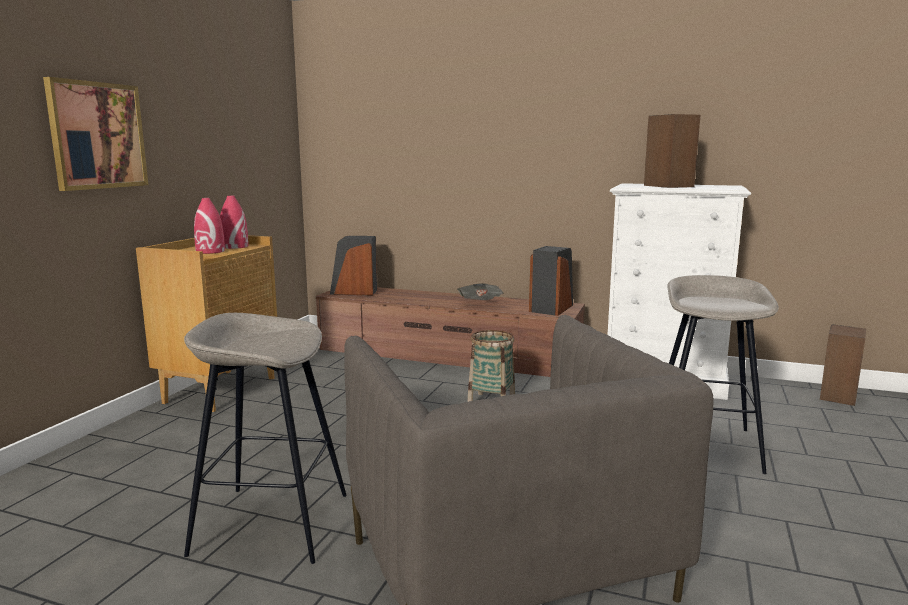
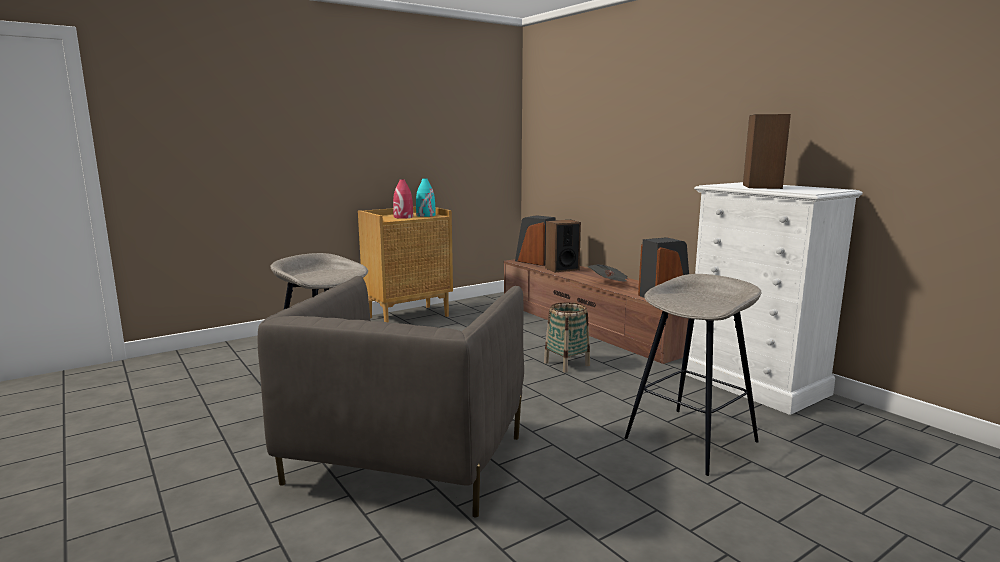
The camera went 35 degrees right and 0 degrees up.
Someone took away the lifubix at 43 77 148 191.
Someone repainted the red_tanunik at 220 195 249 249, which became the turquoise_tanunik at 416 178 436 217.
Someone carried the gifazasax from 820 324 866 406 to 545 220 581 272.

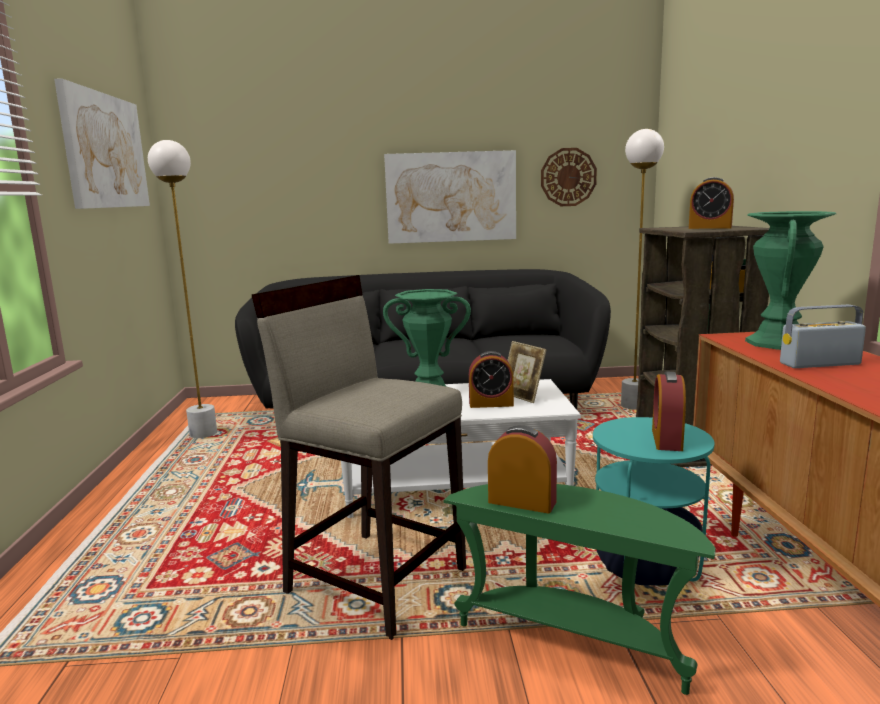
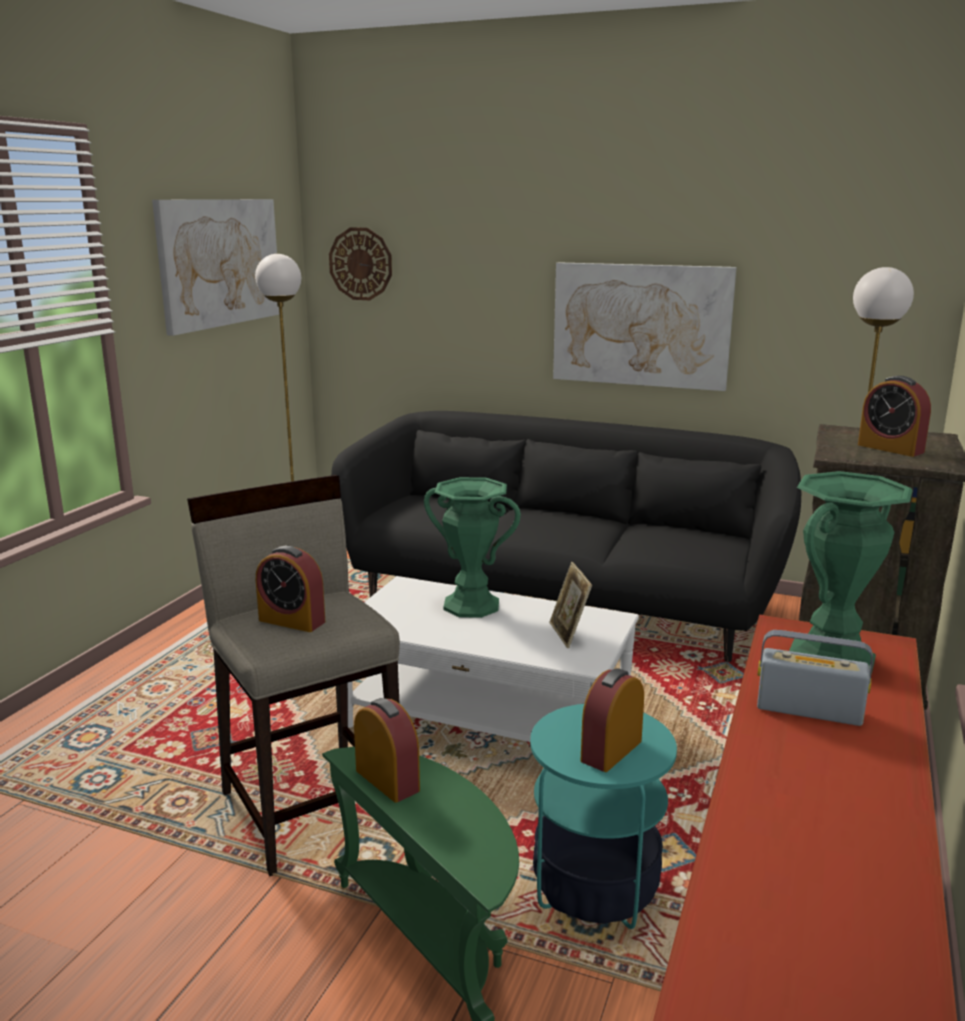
The camera went 25 degrees right and 5 degrees up.
Someone carried the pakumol from 469 351 514 408 to 256 545 325 632.
Someone carried the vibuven from 541 148 597 206 to 329 228 392 300.

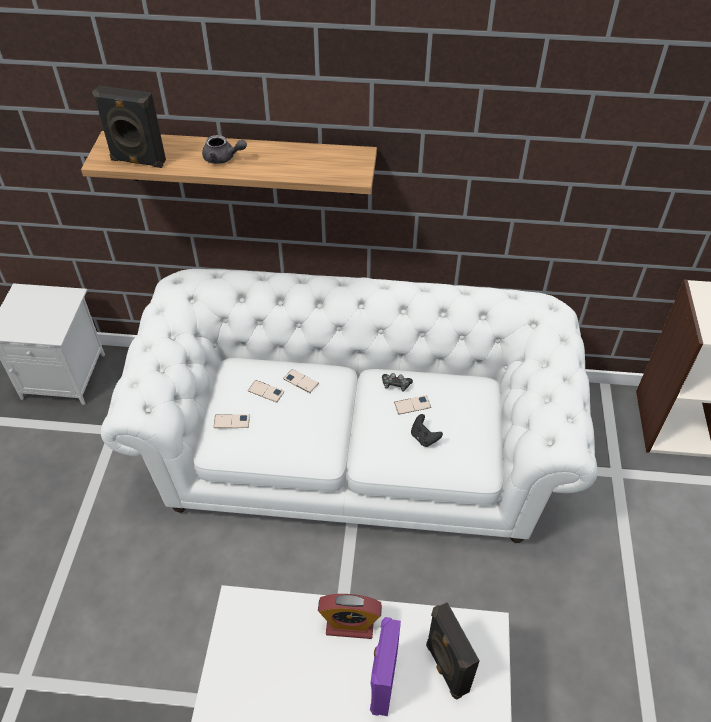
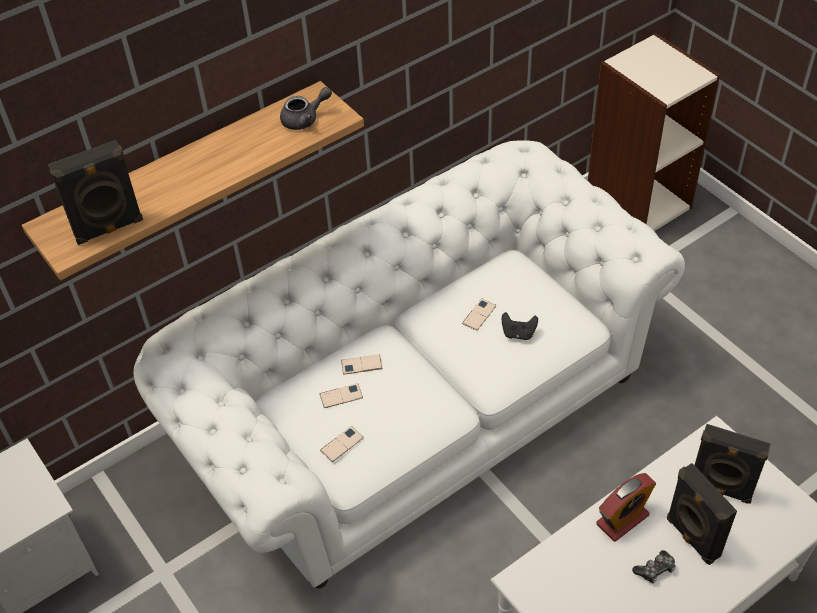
The camera went 40 degrees left and 0 degrees up.
Someone carried the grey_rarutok from 202 135 247 164 to 280 87 332 130.
Someone repainted the purple_gifazasax at 370 617 401 716, which became the black_gifazasax at 667 463 737 565.
Someone carried the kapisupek from 382 373 413 391 to 632 550 676 583.

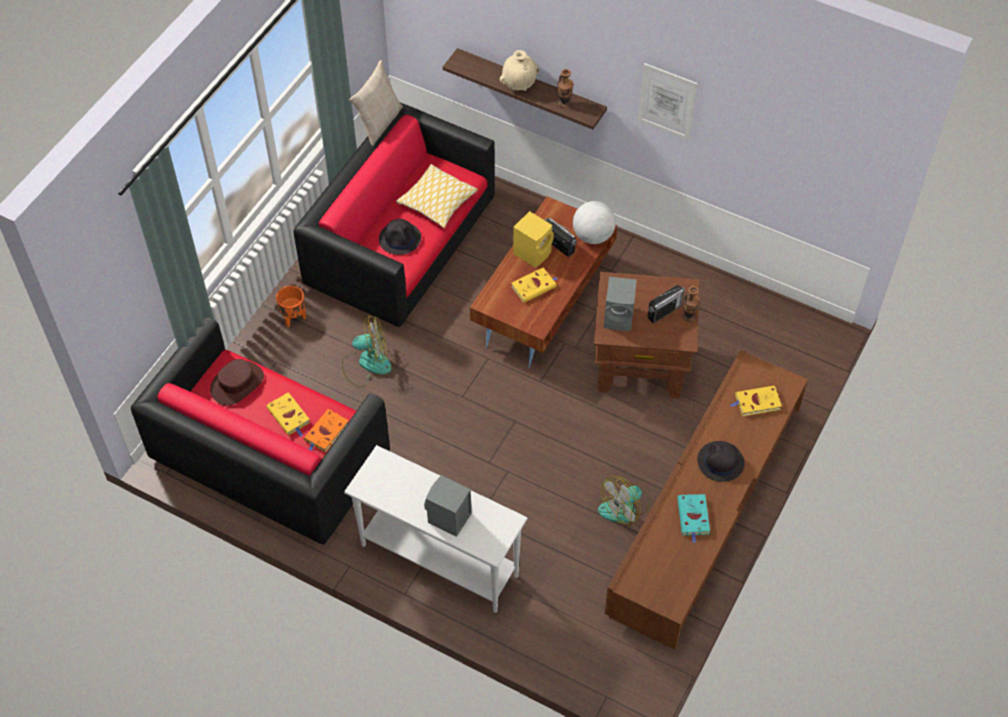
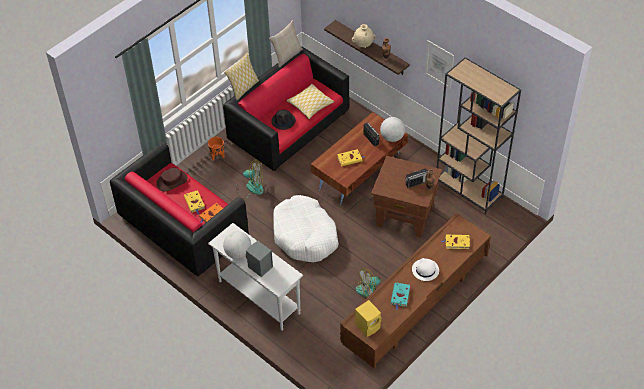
The camera went 15 degrees right and 5 degrees down.
Someone carried the yellow_gifazasax from 513 211 554 268 to 355 300 382 337.
Someone took away the grey_gifazasax at 604 277 637 331.
Someone repainted the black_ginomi at 697 441 745 482, which became the white_ginomi at 412 258 439 281.
Someone put down the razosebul at 223 231 251 259.
Someone put down the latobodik at 224 52 259 100.
Someone put down the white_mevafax at 273 195 339 262.
Someone put down the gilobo at 437 57 521 215.

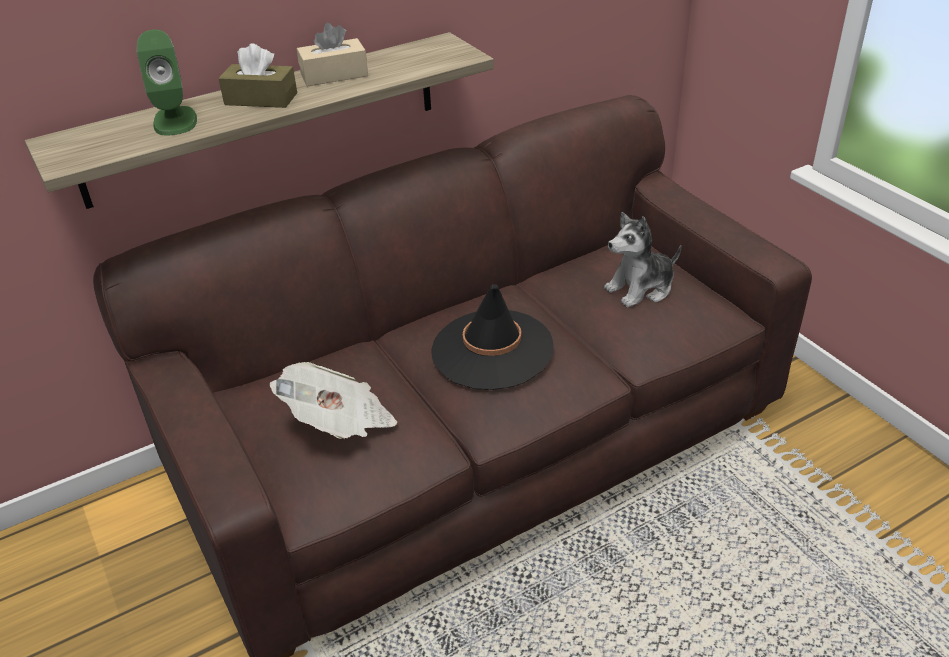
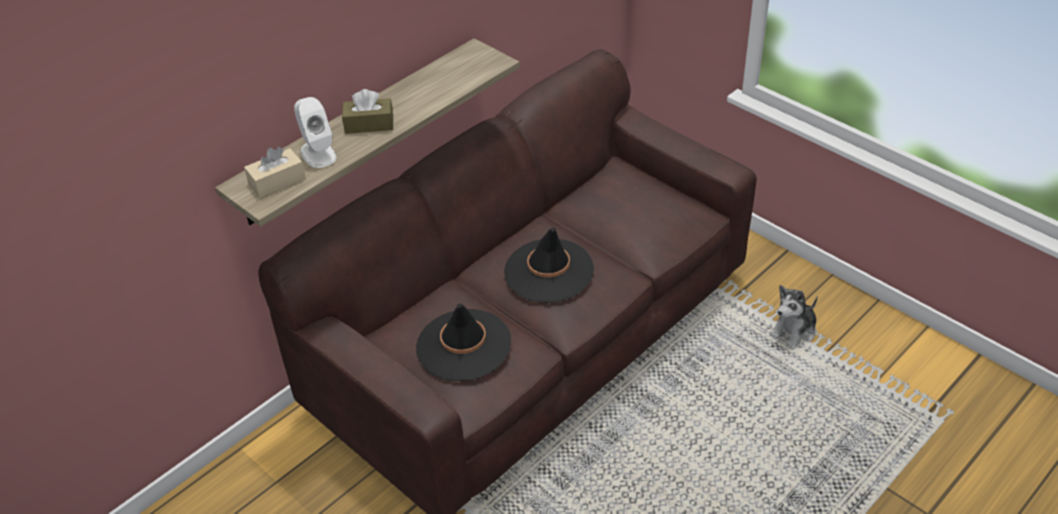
The camera went 15 degrees left and 5 degrees up.
Someone repainted the green_gifazasax at 137 30 197 136, which became the white_gifazasax at 294 97 336 168.
Someone swapped the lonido at 270 362 397 439 for the black_ginomi at 416 303 511 381.
Someone carried the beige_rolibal from 297 23 368 86 to 244 147 305 198.
Someone carried the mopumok from 604 212 681 308 to 769 285 818 350.

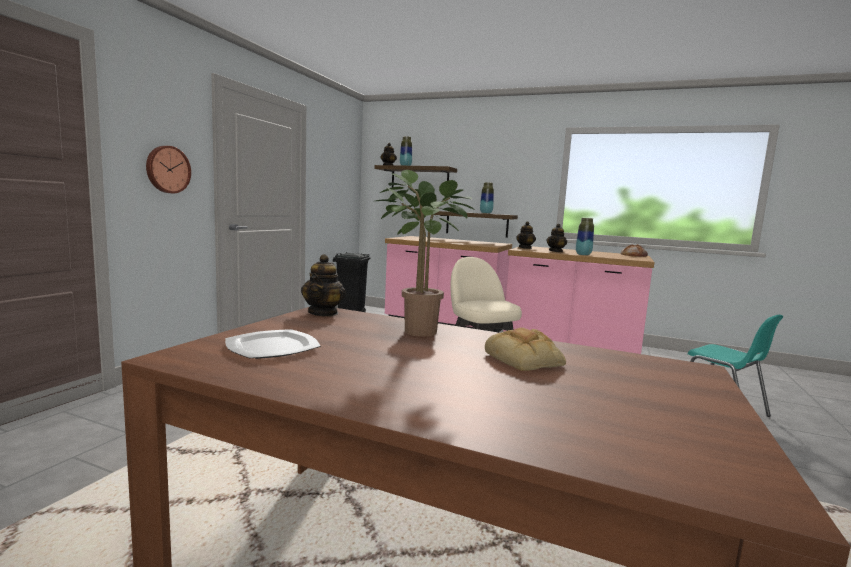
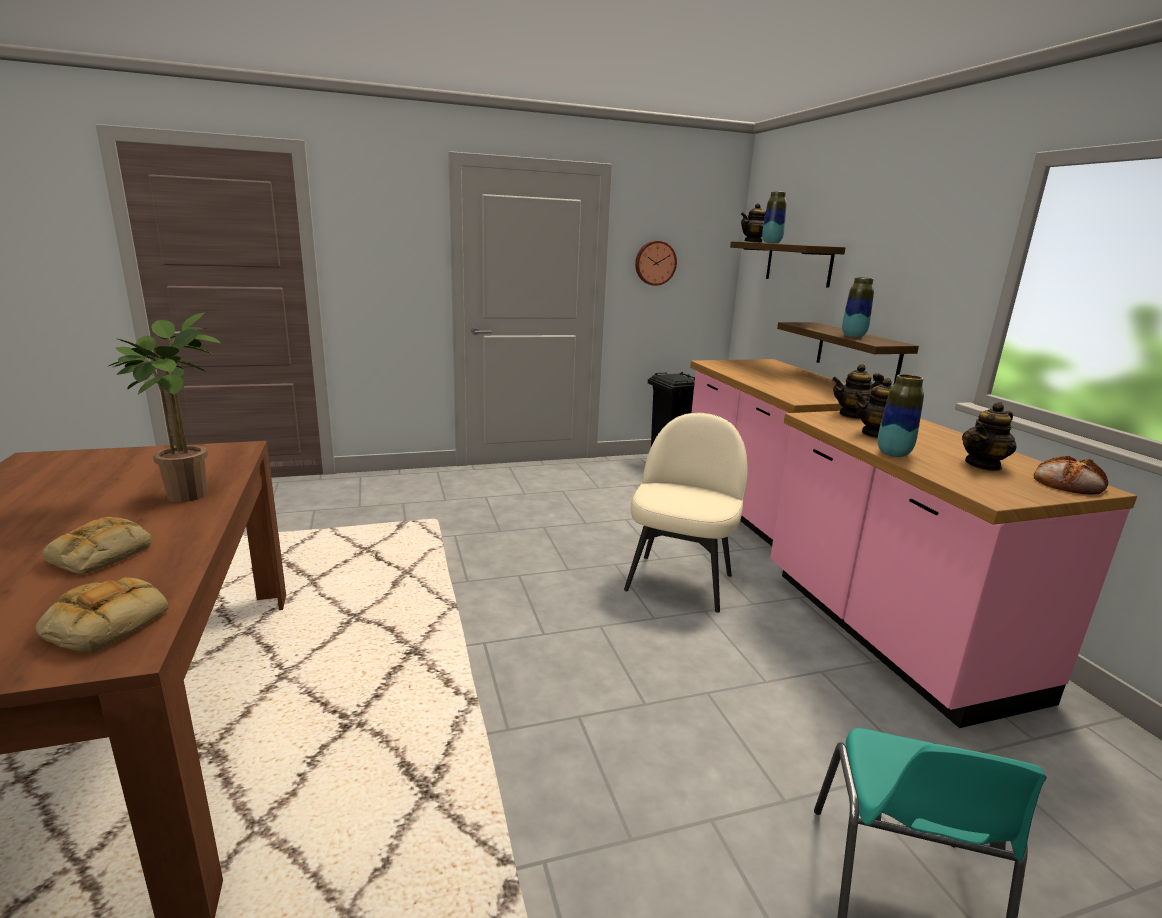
The camera went 50 degrees right and 10 degrees up.
Someone carried the vibuven from 146 146 191 193 to 635 241 677 286.
Someone took away the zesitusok at 225 329 320 359.
Someone carried the rarutok from 301 254 346 316 to 962 402 1017 471.
Someone put down the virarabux at 36 577 169 653.

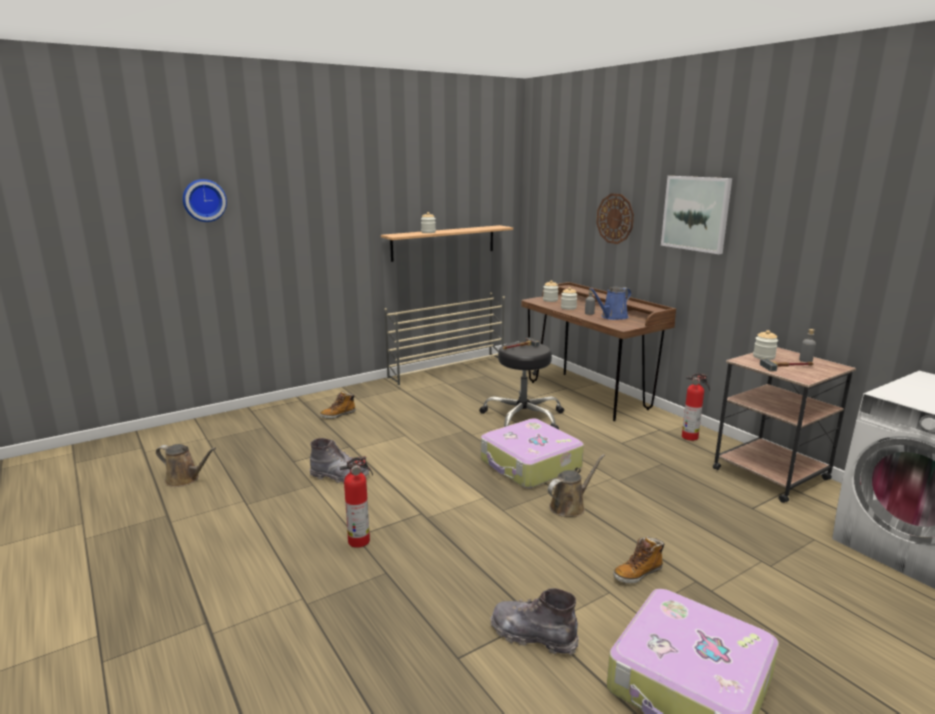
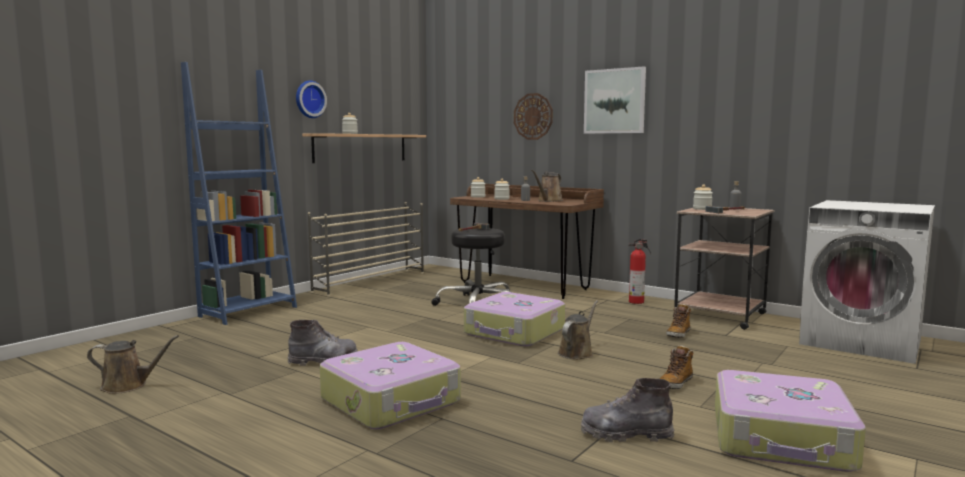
The camera went 20 degrees left and 10 degrees down.
Someone carried the vibuven from 183 179 227 222 to 296 81 327 118.
Someone carried the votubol from 320 391 356 419 to 666 303 691 338.
Someone swapped the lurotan at 340 456 373 548 for the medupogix at 320 342 461 429.
Someone repainted the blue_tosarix at 589 287 631 320, which became the brown_tosarix at 531 170 563 202.
Someone put down the blue_gilobo at 181 62 297 325.

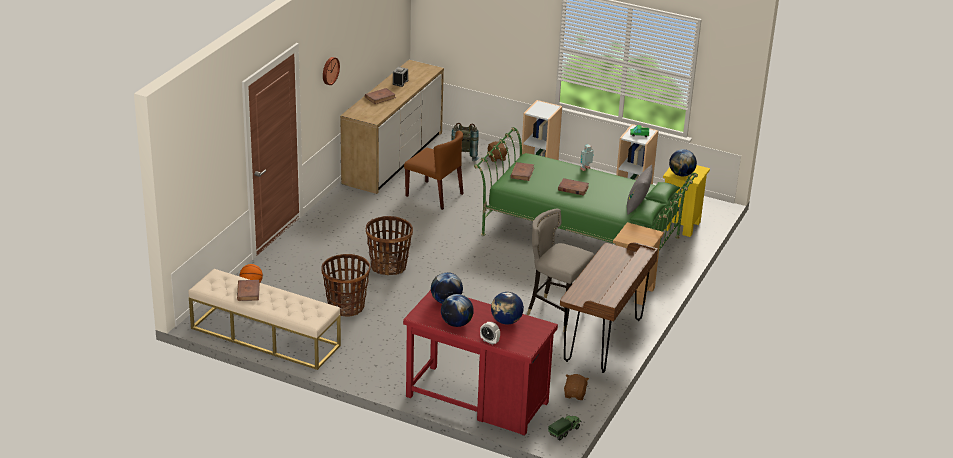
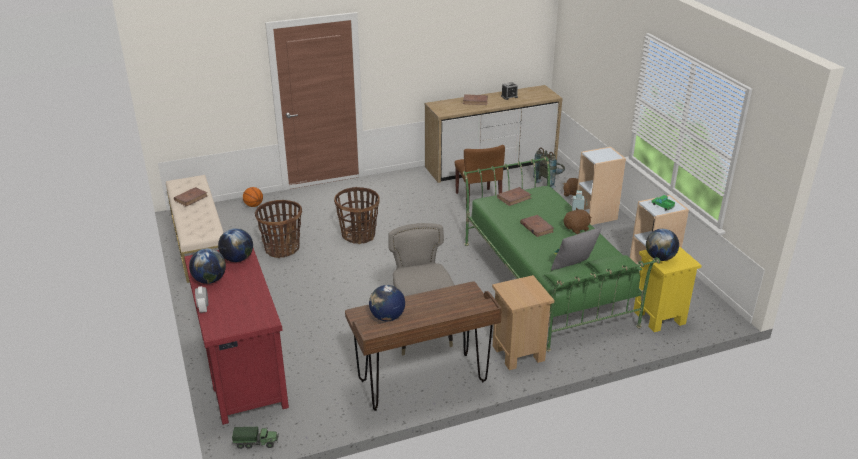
The camera went 45 degrees right and 0 degrees up.
Someone took away the vibuven at 323 57 340 85.
Someone carried the razosebul from 491 292 524 325 to 369 285 405 321.
Someone carried the brown_mopumok from 564 374 589 400 to 564 208 592 234.

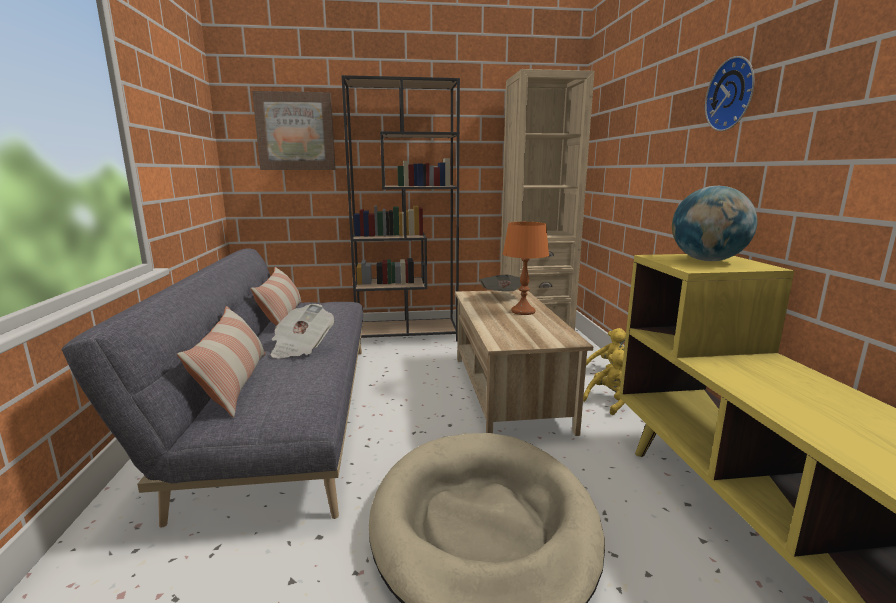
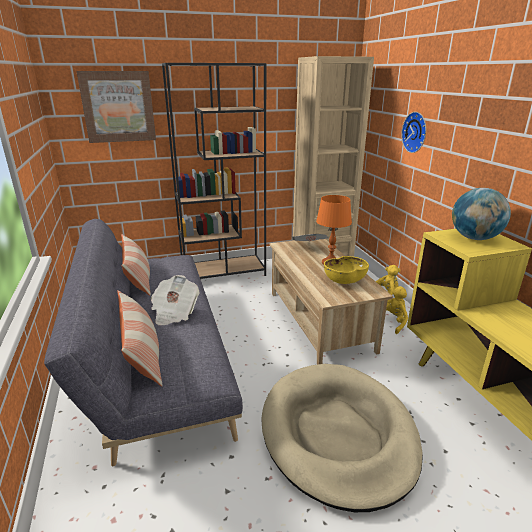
The camera went 10 degrees left and 10 degrees up.
Someone carried the vibuven from 705 56 754 131 to 401 112 426 153.
Someone put down the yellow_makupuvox at 324 256 369 284.

